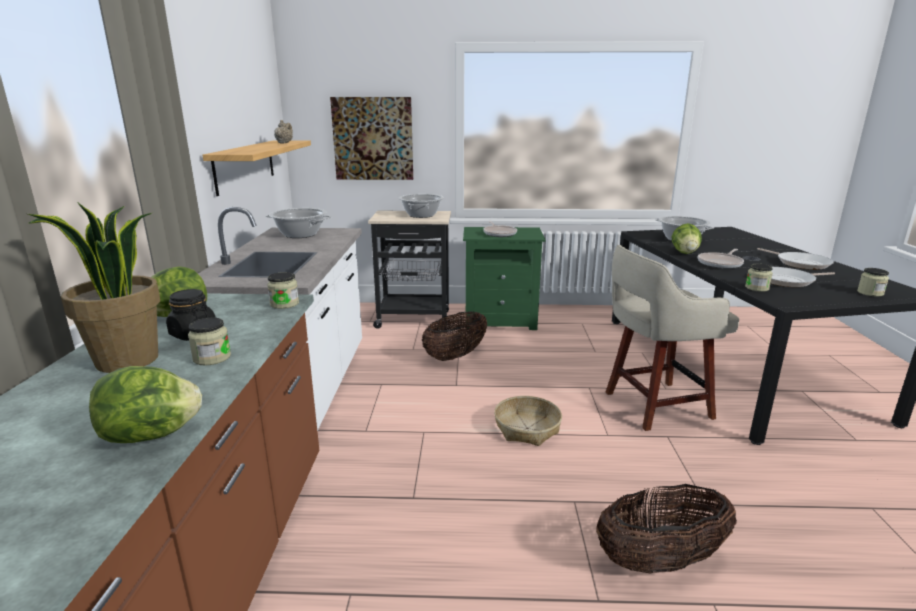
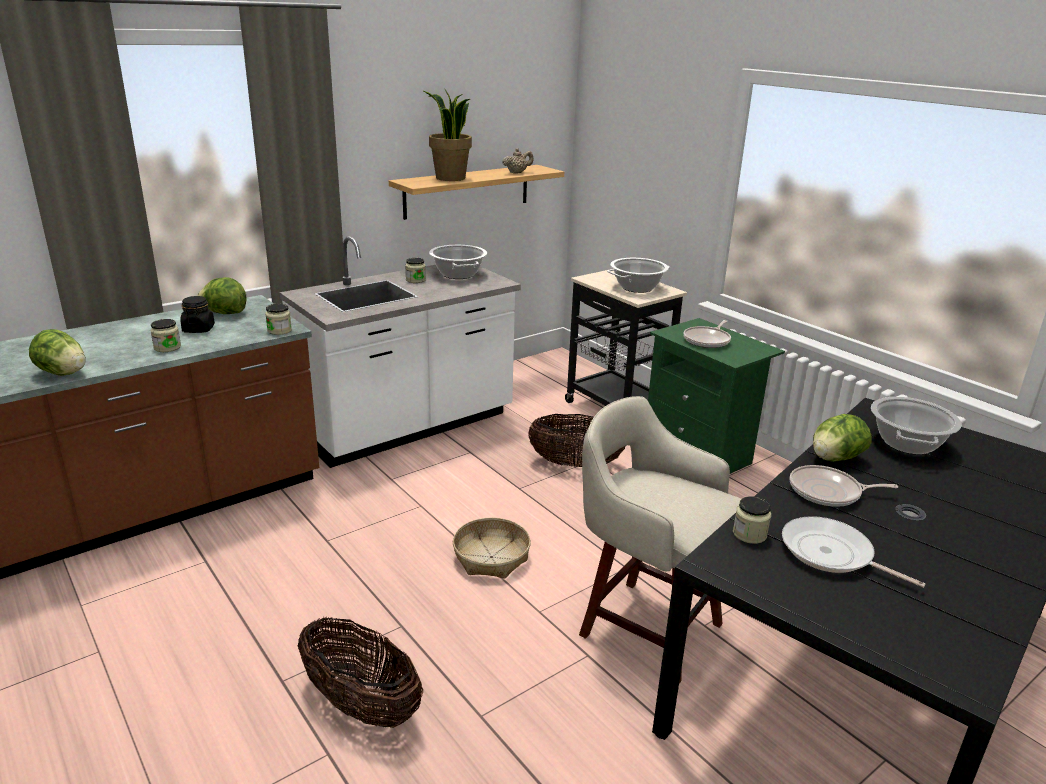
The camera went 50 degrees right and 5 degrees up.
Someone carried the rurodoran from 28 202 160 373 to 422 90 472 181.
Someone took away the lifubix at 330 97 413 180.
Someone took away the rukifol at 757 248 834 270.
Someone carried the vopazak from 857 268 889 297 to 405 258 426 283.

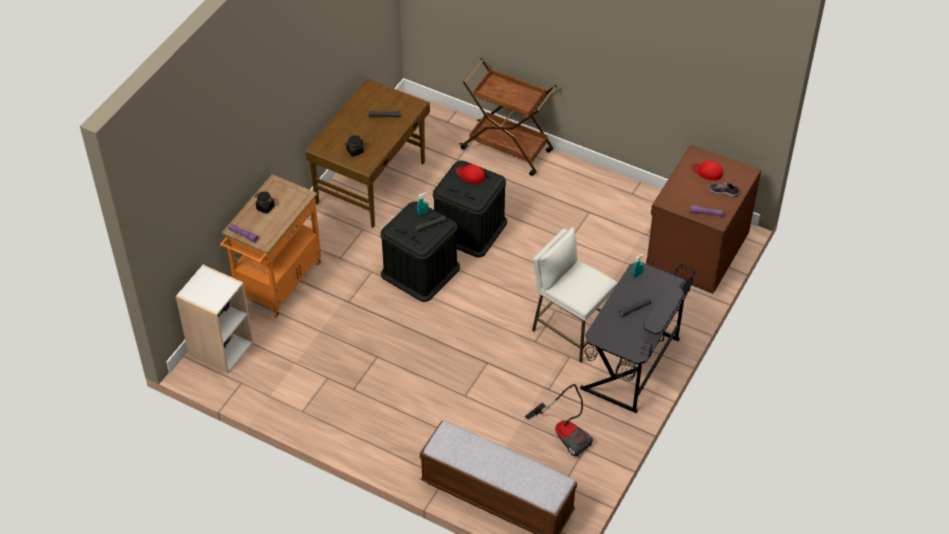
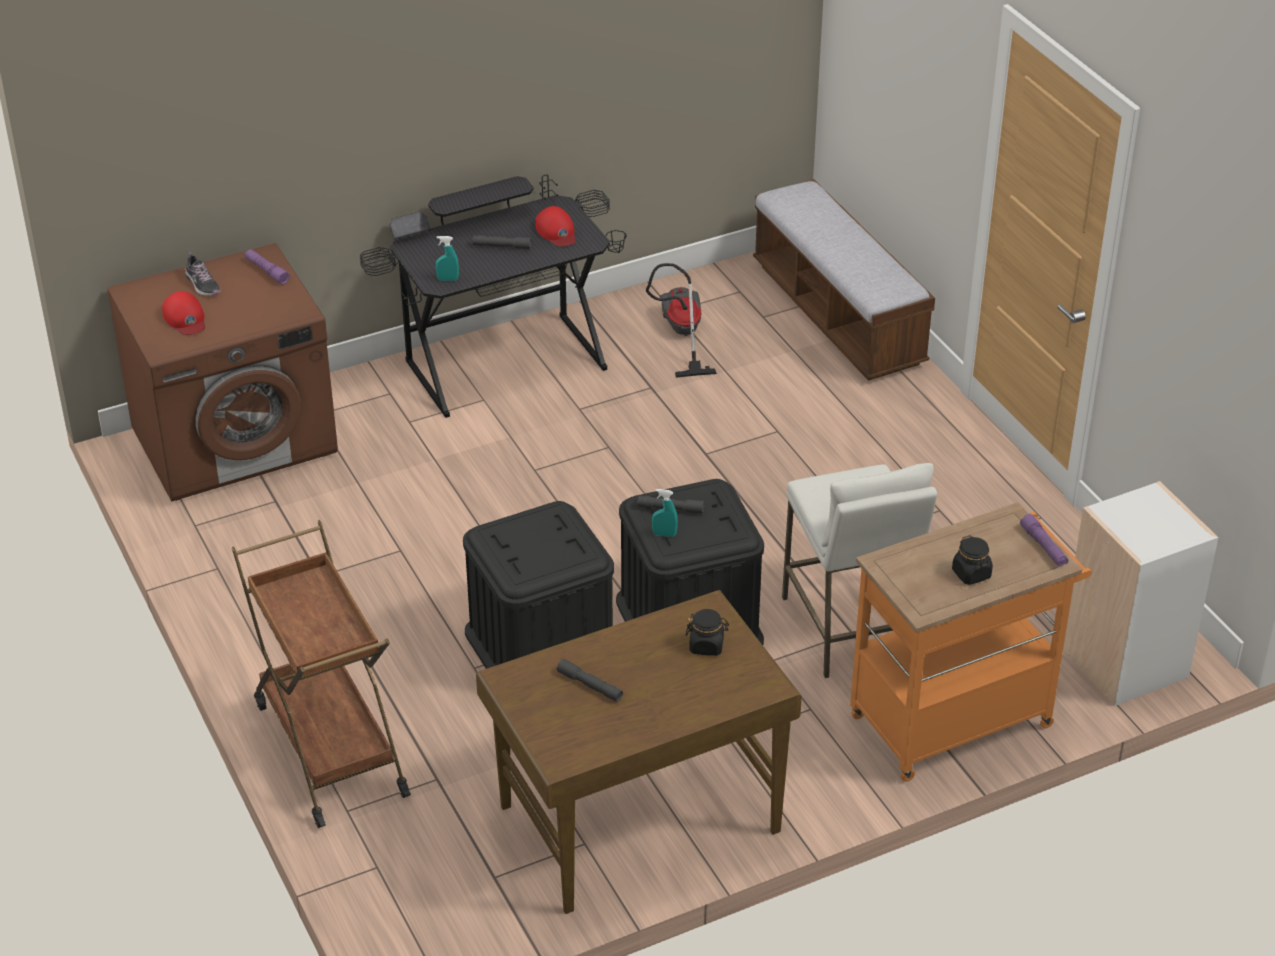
The camera went 145 degrees left and 10 degrees down.
Someone carried the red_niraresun from 455 164 485 184 to 535 206 576 247.
Someone carried the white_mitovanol from 532 227 618 362 to 782 463 937 678.

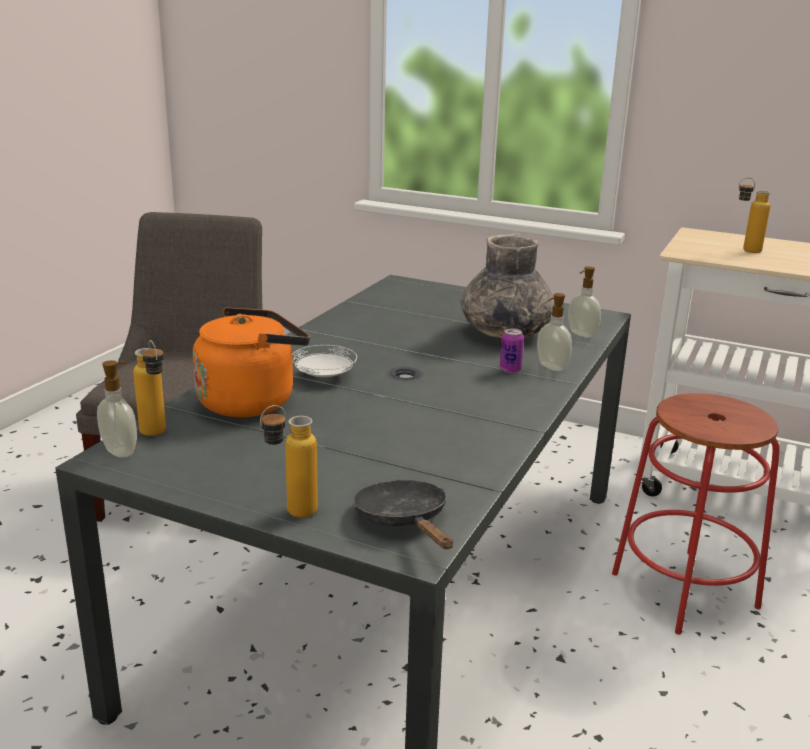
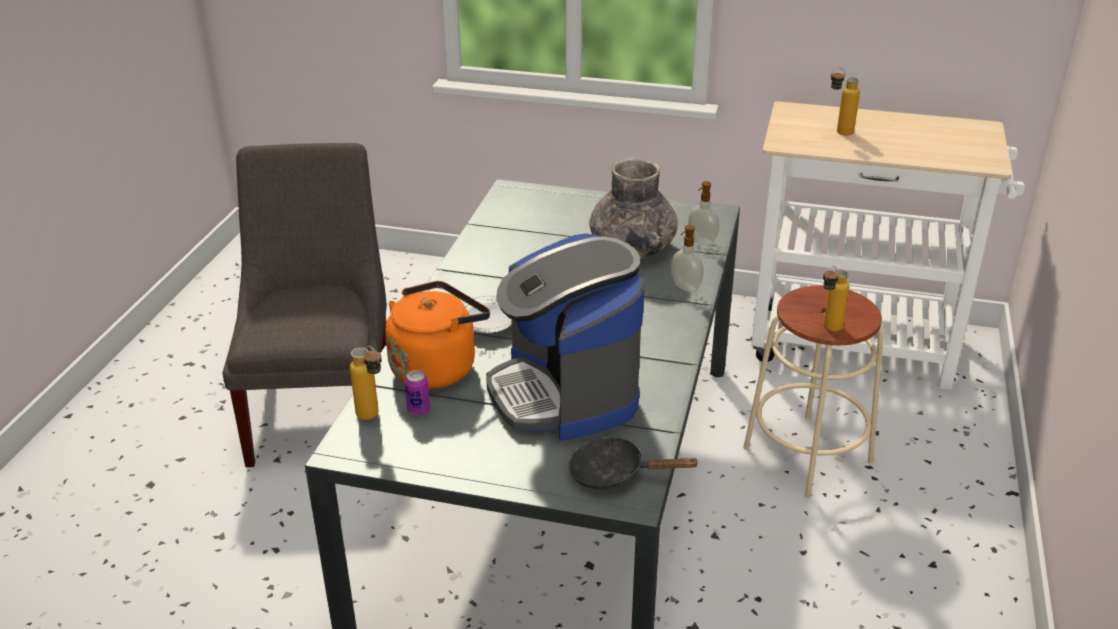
The camera went 10 degrees left and 10 degrees up.
Someone took away the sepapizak at 97 360 137 458.
Someone carried the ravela from 260 405 318 517 to 823 266 849 332.
Someone rotated the black_rukifol at 353 480 453 549 by 45 degrees counterclockwise.
Someone carried the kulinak from 500 328 524 373 to 404 370 430 416.
Someone repainted the red_mitovanol at 612 393 780 635, which became the beige_mitovanol at 743 285 883 498.
Someone put down the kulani at 486 234 645 441.

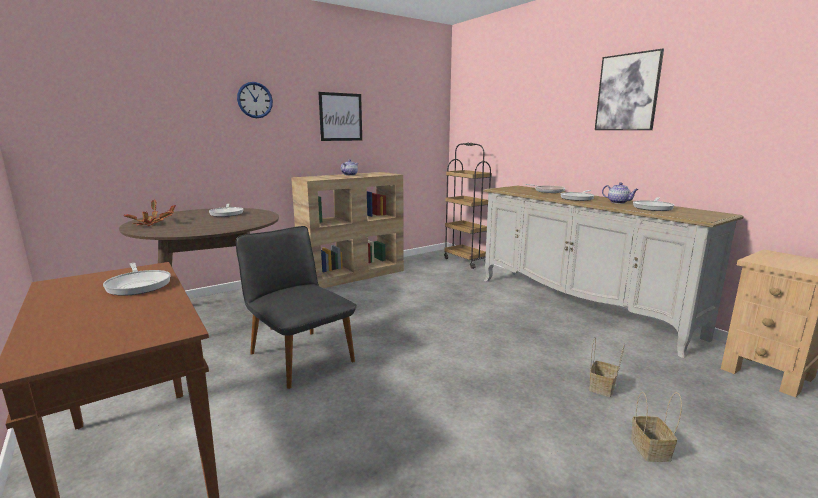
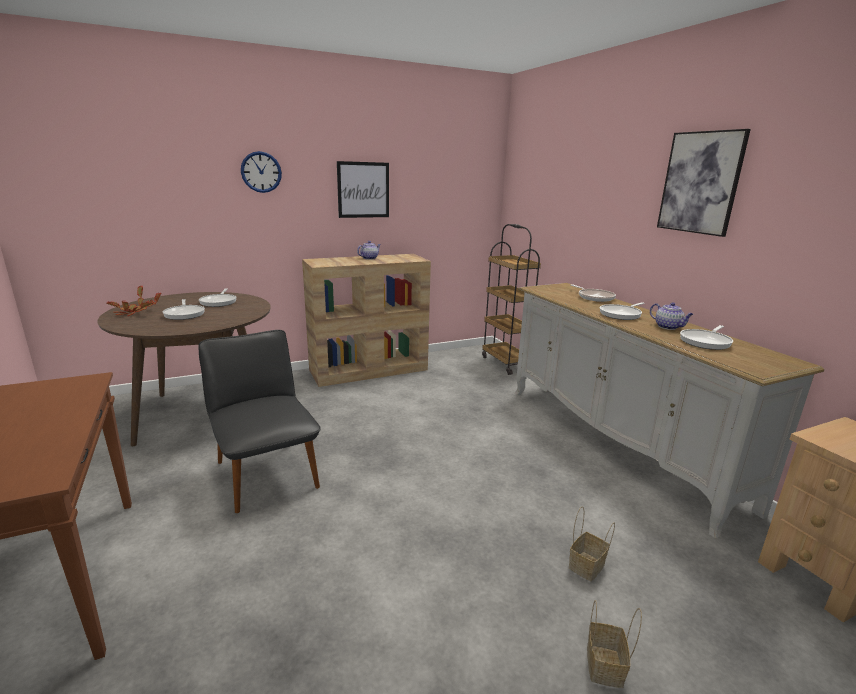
The camera went 10 degrees right and 5 degrees up.
Someone carried the rukifol from 103 263 171 296 to 163 299 205 320.

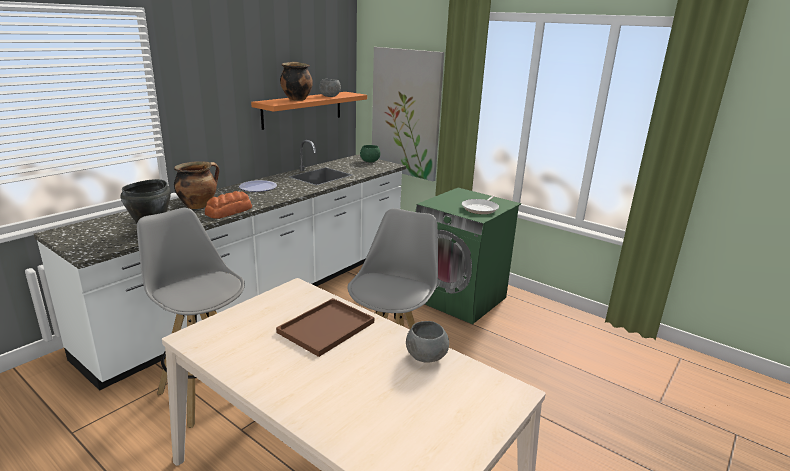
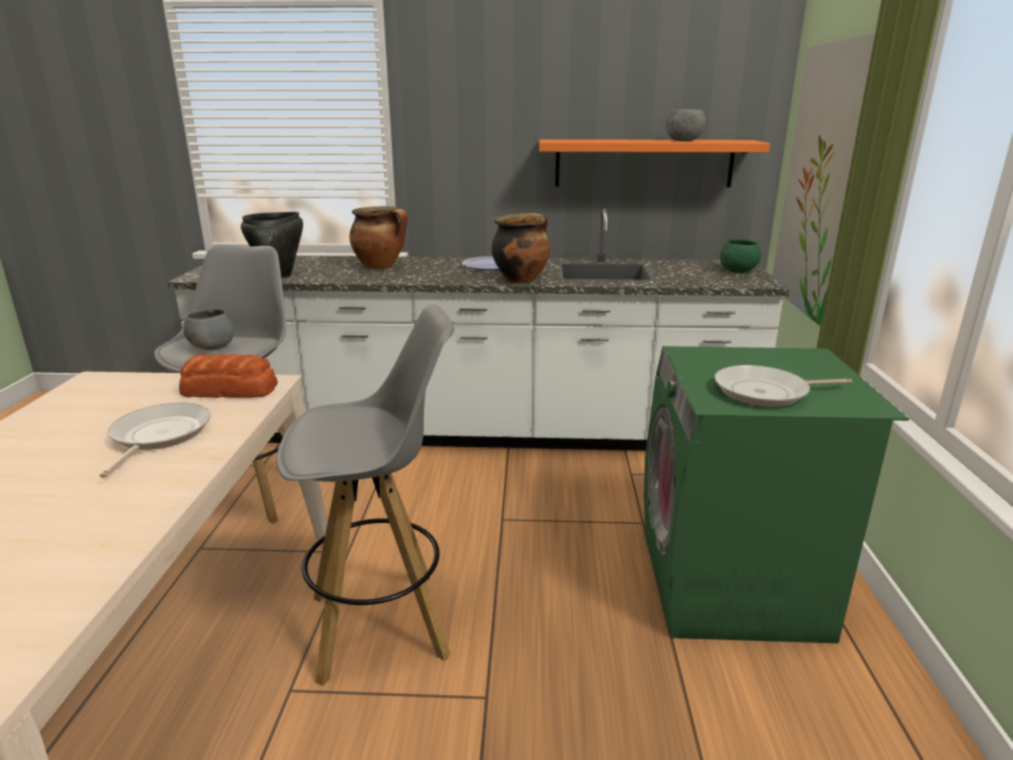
The camera went 55 degrees right and 0 degrees up.
Someone carried the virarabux from 205 191 252 219 to 179 354 278 398.
Someone swapped the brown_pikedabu at 276 298 374 357 for the rukifol at 100 403 211 478.
Someone carried the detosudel from 280 62 313 101 to 492 213 550 284.
Someone carried the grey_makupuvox from 406 321 449 363 to 183 308 235 350.

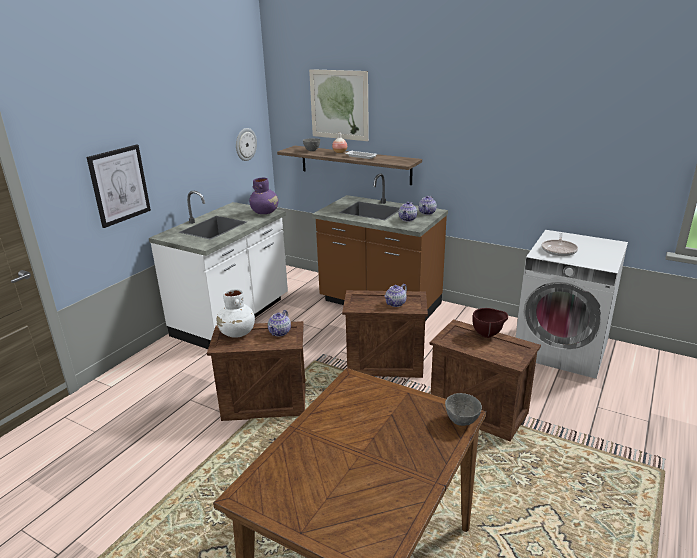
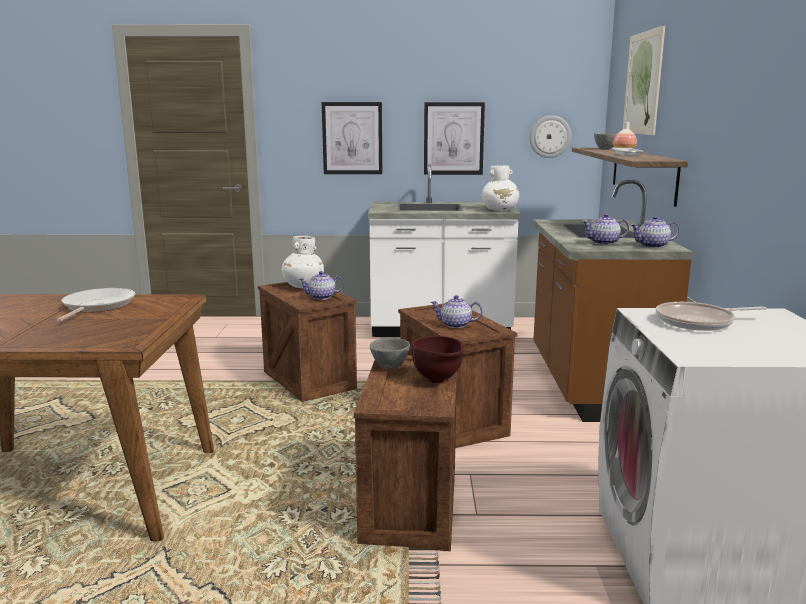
The camera went 60 degrees right and 10 degrees down.
Someone repainted the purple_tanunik at 249 178 278 214, which became the white_tanunik at 482 165 519 211.
Someone carried the grey_makupuvox from 445 393 482 426 to 370 338 410 369.
Someone put down the rukifol at 57 288 135 322.
Someone put up the lifubix at 424 102 485 175.

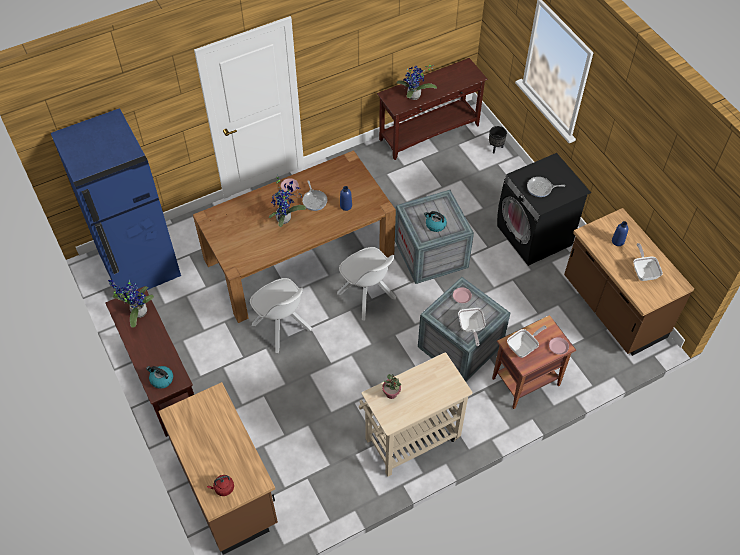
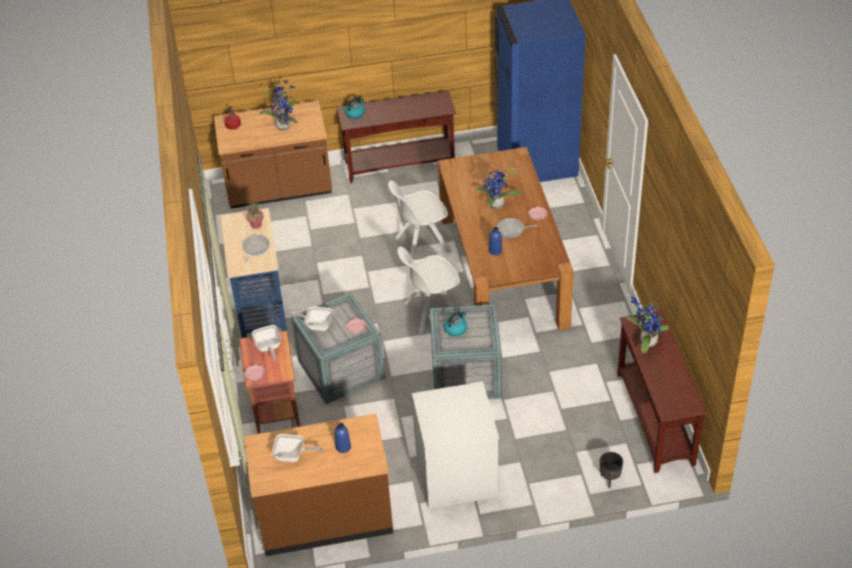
The camera went 110 degrees right and 10 degrees down.
Someone carried the rurodoran from 108 280 154 328 to 259 80 298 131.
Someone repainted the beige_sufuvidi at 359 353 473 477, which became the blue_sufuvidi at 220 208 287 338.
Someone repainted the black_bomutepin at 497 153 591 266, which became the white_bomutepin at 412 381 499 509.
Someone carried the rukifol from 527 177 565 197 to 242 235 270 263.

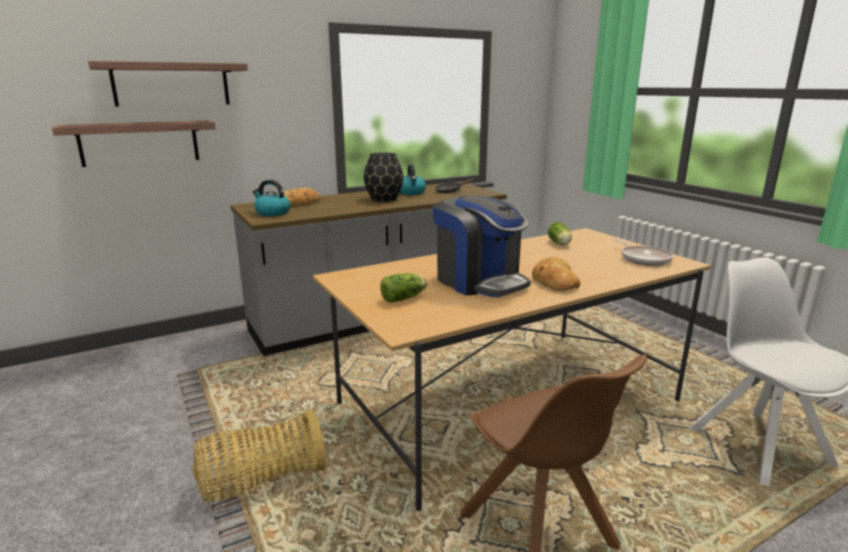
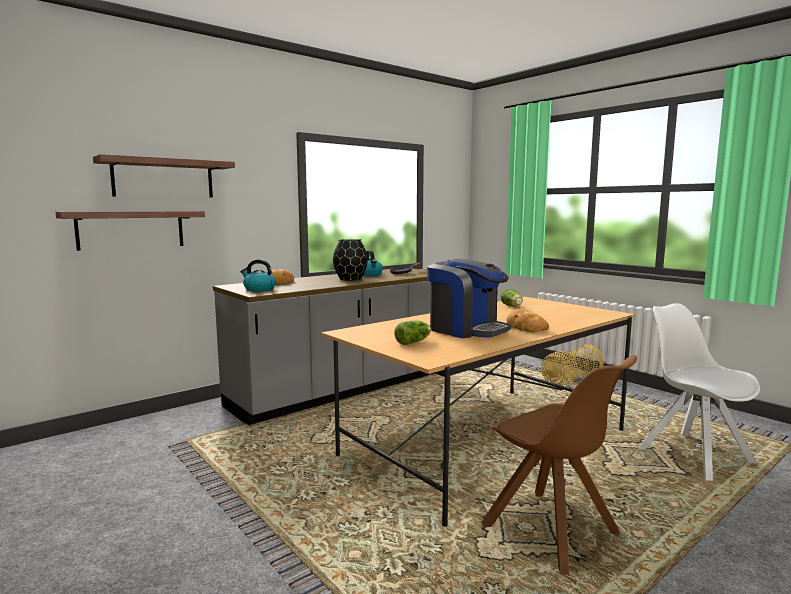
The camera went 10 degrees left and 10 degrees down.
Someone carried the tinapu from 193 409 326 502 to 541 344 604 385.
Someone took away the rukifol at 614 239 673 266.

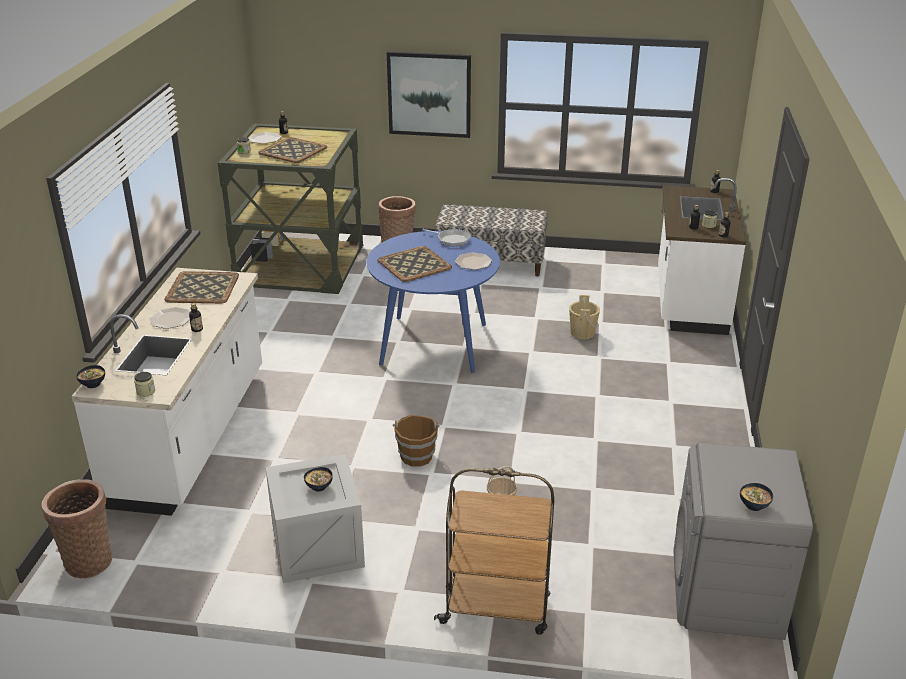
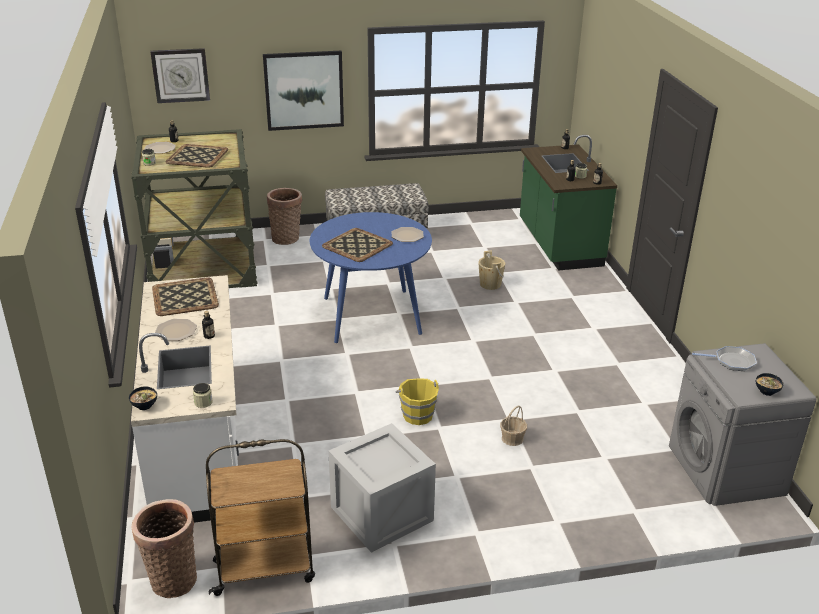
The camera went 20 degrees left and 0 degrees up.
Someone took away the makupuvox at 304 467 333 491.
Someone repainted the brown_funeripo at 393 415 440 467, which became the yellow_funeripo at 396 379 439 425.
Someone carried the rukifol from 423 229 471 247 to 692 346 757 371.
Someone carried the brown_sufuvidi from 434 468 555 635 to 206 439 315 596.
Someone repainted the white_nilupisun at 658 178 746 335, which became the green_nilupisun at 520 135 617 271.
Someone put up the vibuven at 150 48 210 103.

